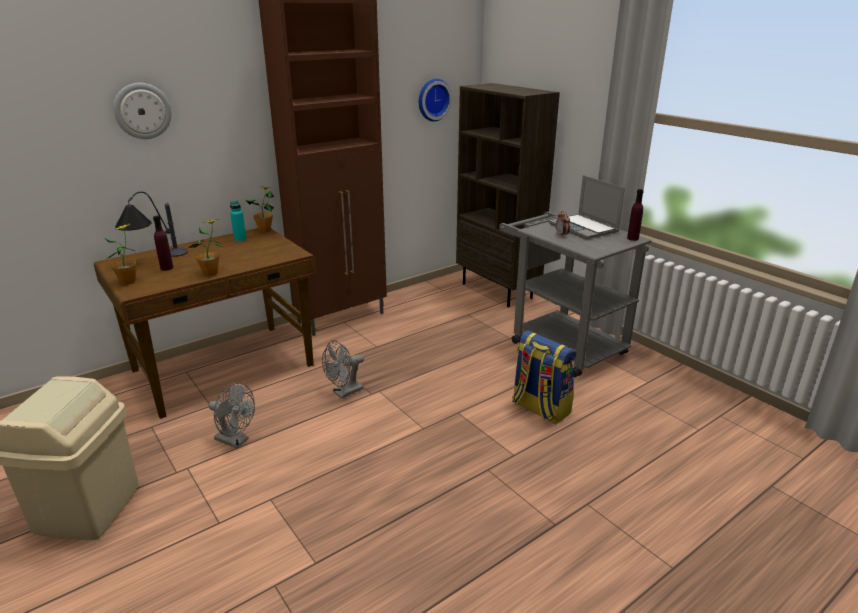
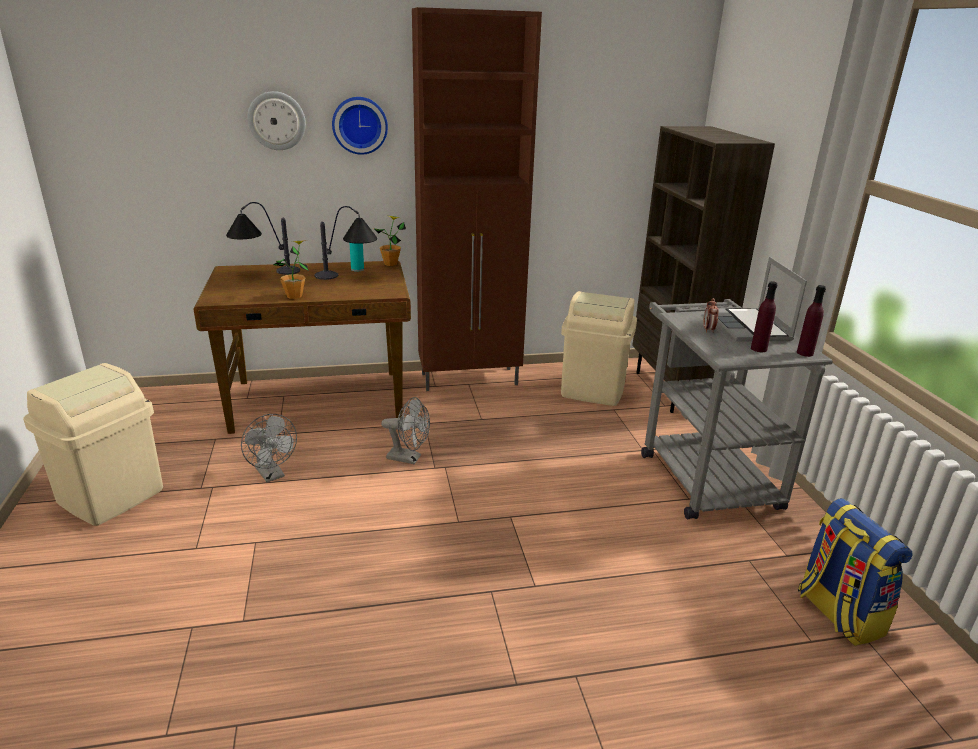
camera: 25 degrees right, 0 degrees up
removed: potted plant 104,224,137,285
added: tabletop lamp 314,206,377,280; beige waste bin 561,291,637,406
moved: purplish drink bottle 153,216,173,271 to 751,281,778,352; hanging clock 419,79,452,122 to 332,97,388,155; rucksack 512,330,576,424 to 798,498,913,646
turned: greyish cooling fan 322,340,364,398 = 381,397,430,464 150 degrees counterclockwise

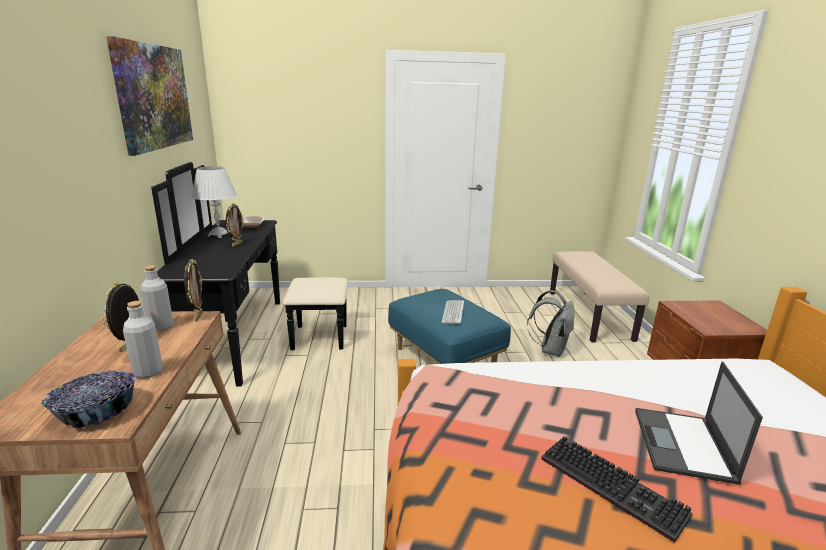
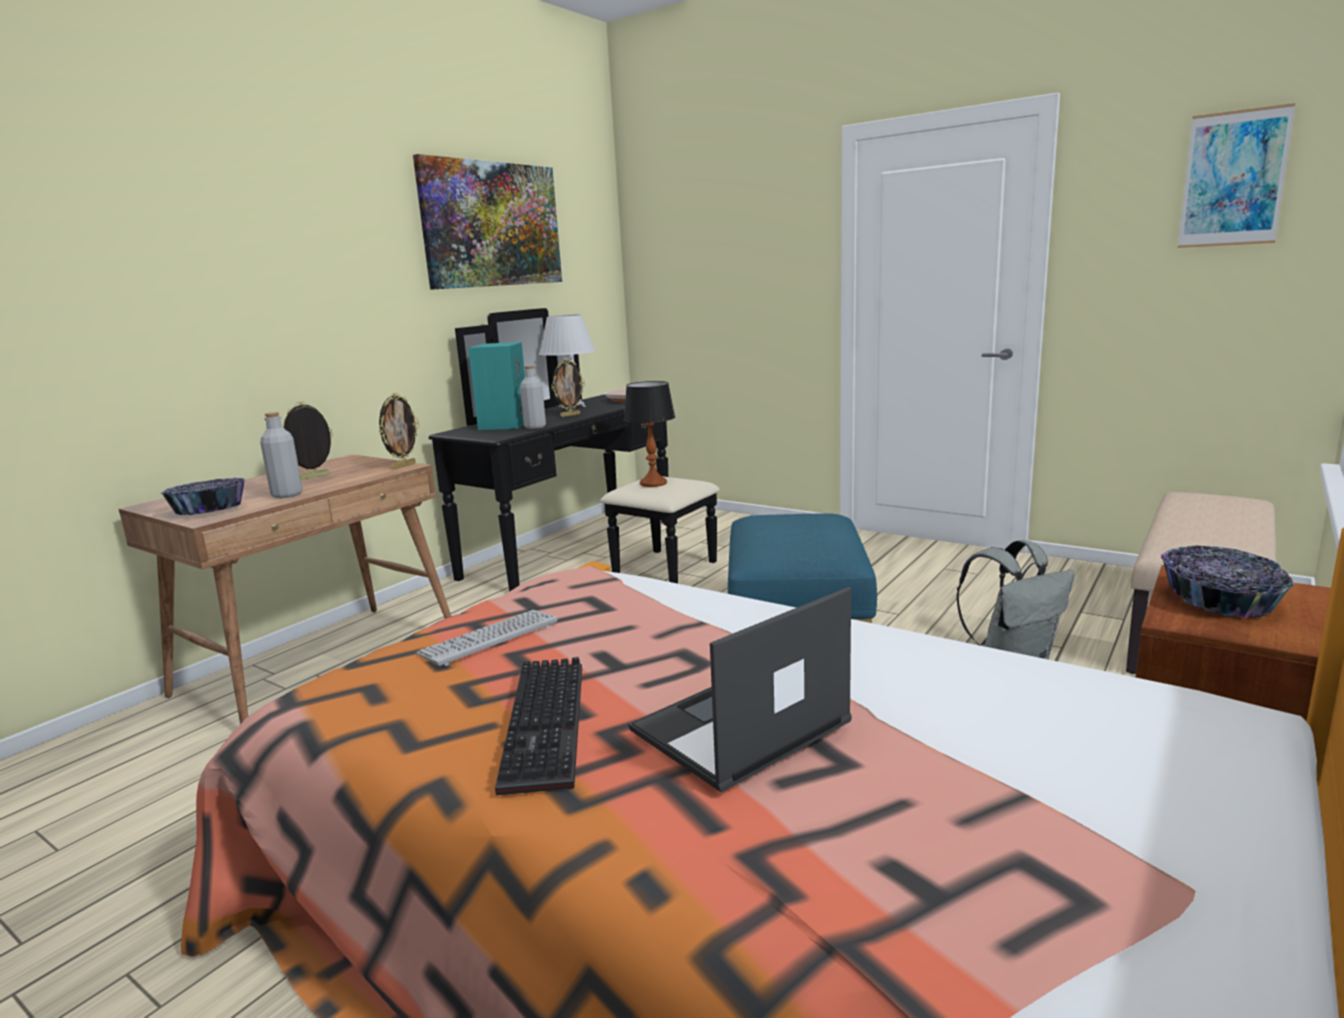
camera: 40 degrees right, 5 degrees down
added: blue-green speaker 468,342,525,430; tabletop lamp 624,381,675,487; deep dish 1161,546,1294,618; wall picture 1178,103,1295,248
moved: greyish drink bottle 140,265,173,331 to 520,365,546,429; keyboard 442,300,464,324 to 416,610,558,666

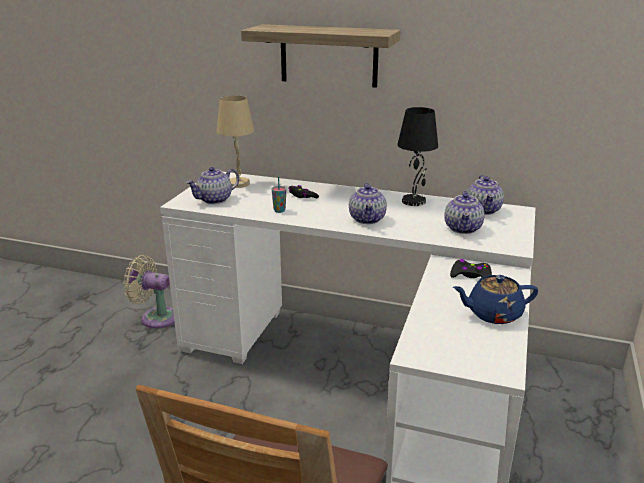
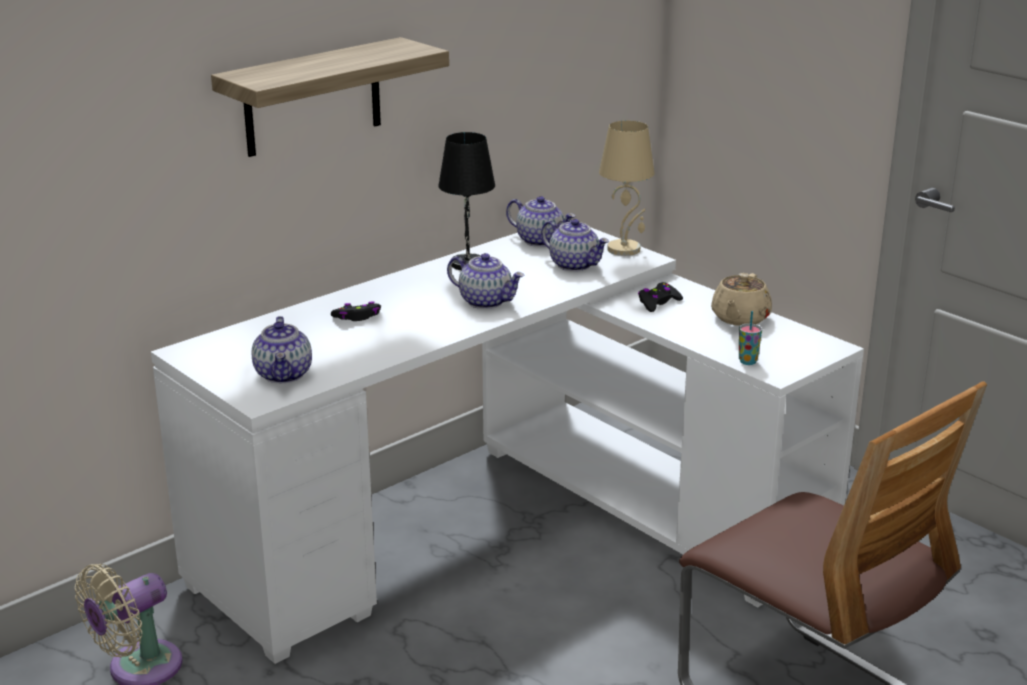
camera: 60 degrees left, 0 degrees up
moved: beige tabletop lamp 216,95,254,188 to 599,120,655,256; small cup 272,177,286,213 to 739,311,762,365
recoloured: bluish pot for tea 452,275,538,324 to beige pot for tea 711,273,772,326

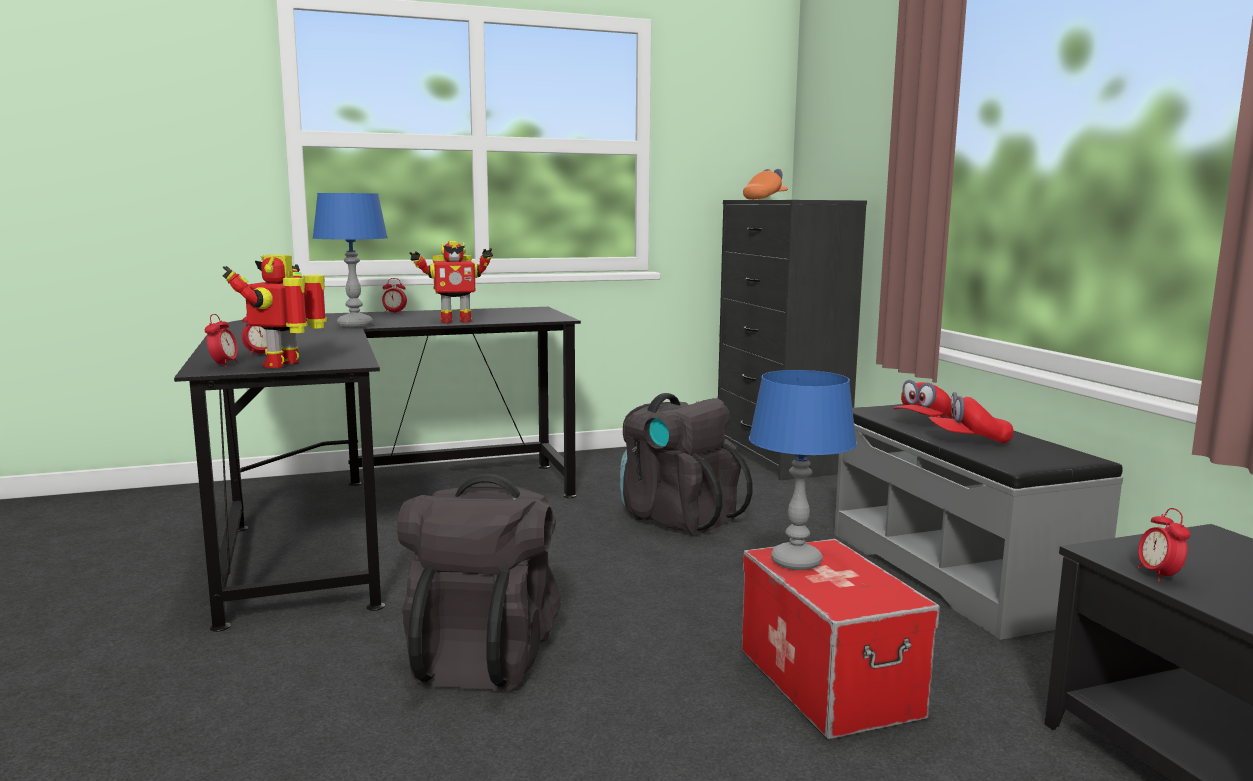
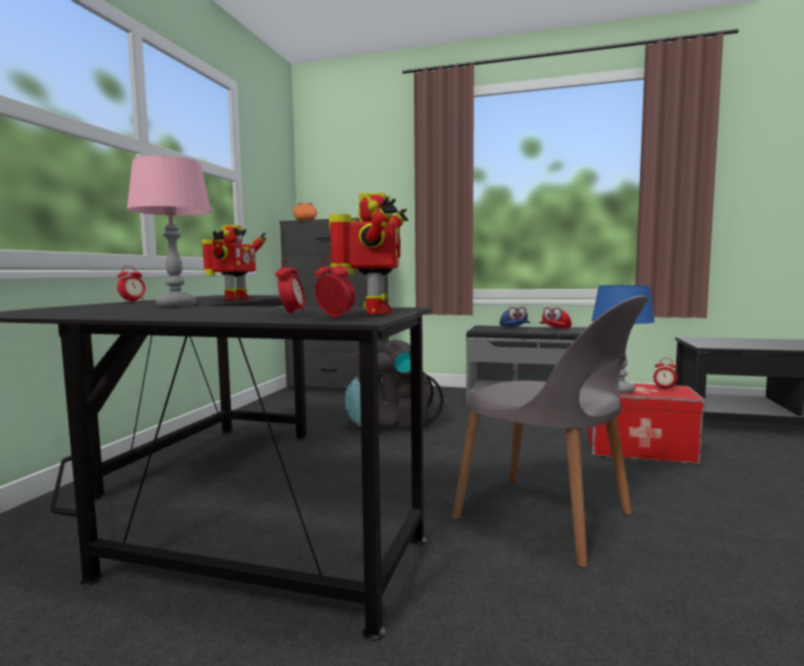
camera: 55 degrees left, 5 degrees down
moved: bedside clock 1137,508,1190,582 to 653,358,678,391
replaced: black-coloured rucksack 397,474,561,691 to greyish plain chair 452,296,648,567
recoloured: bluish tabletop lamp 312,193,388,327 to pinkish tabletop lamp 127,156,212,307; red-coloured baseball cap 893,380,952,419 to bluish baseball cap 499,307,530,328
turned: model robot 223,255,327,368 = 329,193,408,315 135 degrees counterclockwise

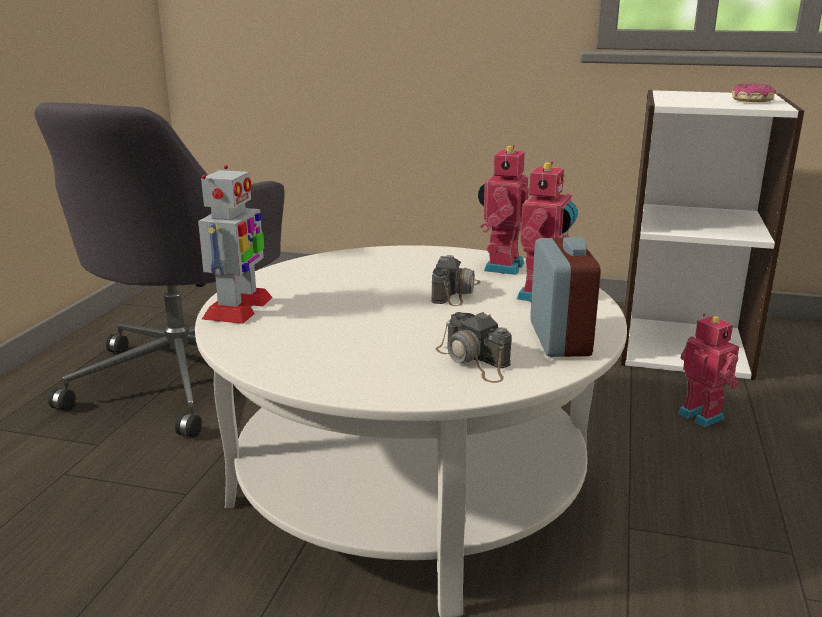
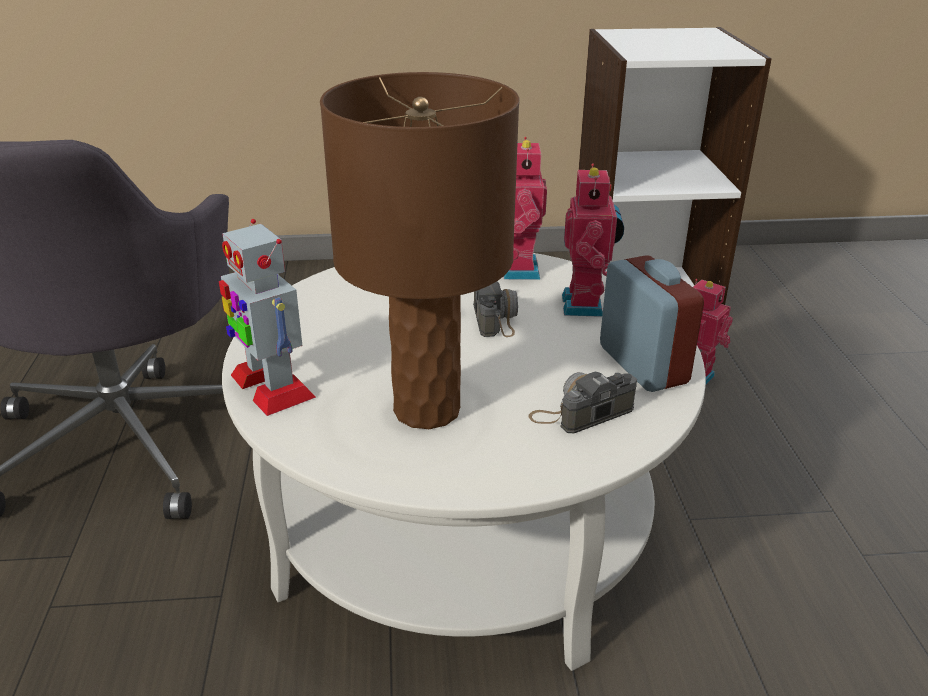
camera: 20 degrees left, 10 degrees up
removed: donut 732,84,776,102
added: brown tabletop lamp 320,72,520,429
turned: model robot 198,165,273,324 = 219,219,316,416 150 degrees clockwise; photo camera 435,312,512,383 = 528,372,637,433 120 degrees clockwise

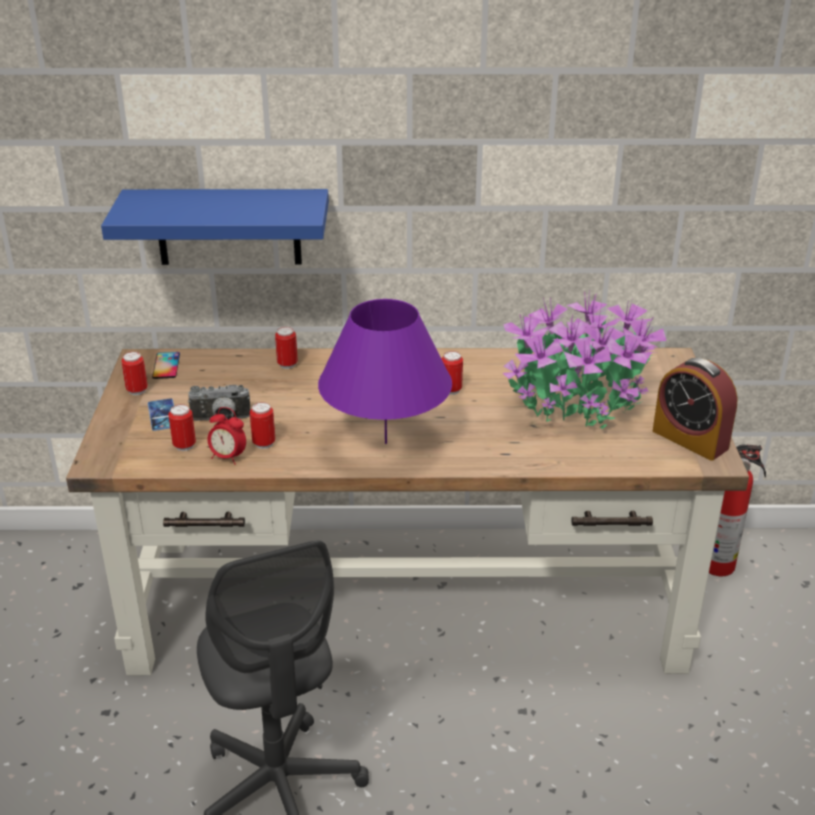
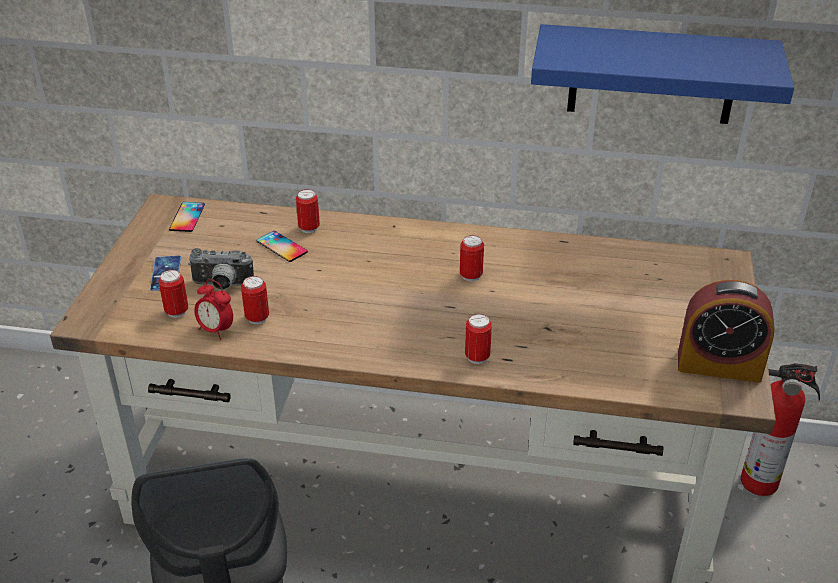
camera: 10 degrees right, 5 degrees up
removed: purplish tabletop lamp 318,299,452,444; potted plant 503,288,666,429
added: handset 256,231,308,262
moved: bluish shelf 101,189,329,265 to 531,24,794,124; metal can 121,352,148,395 to 465,314,492,364
turned: bedside clock 653,358,738,461 = 678,280,775,383 45 degrees counterclockwise

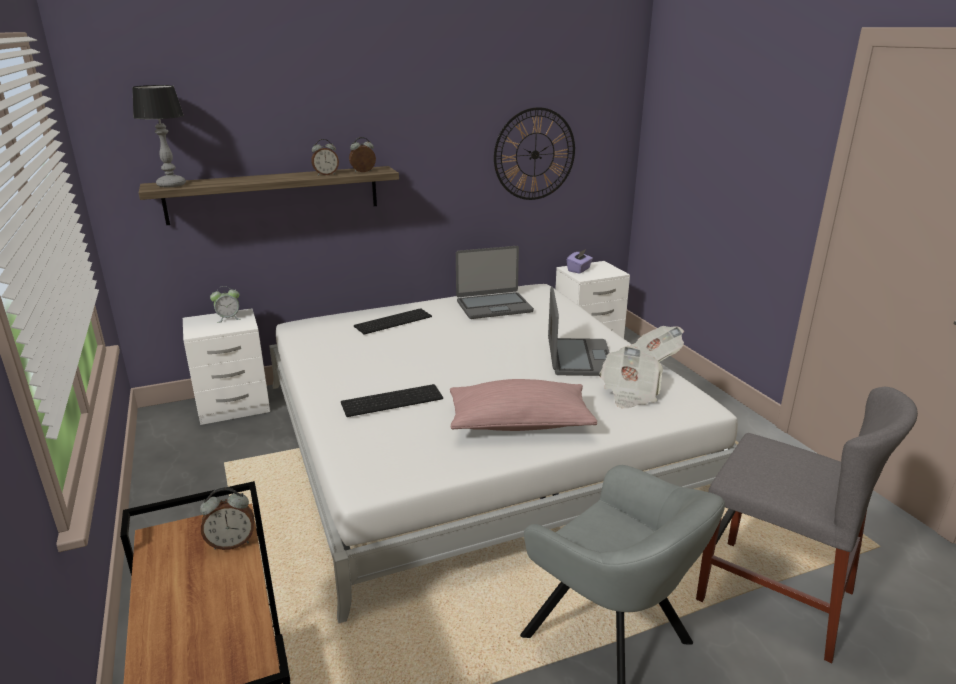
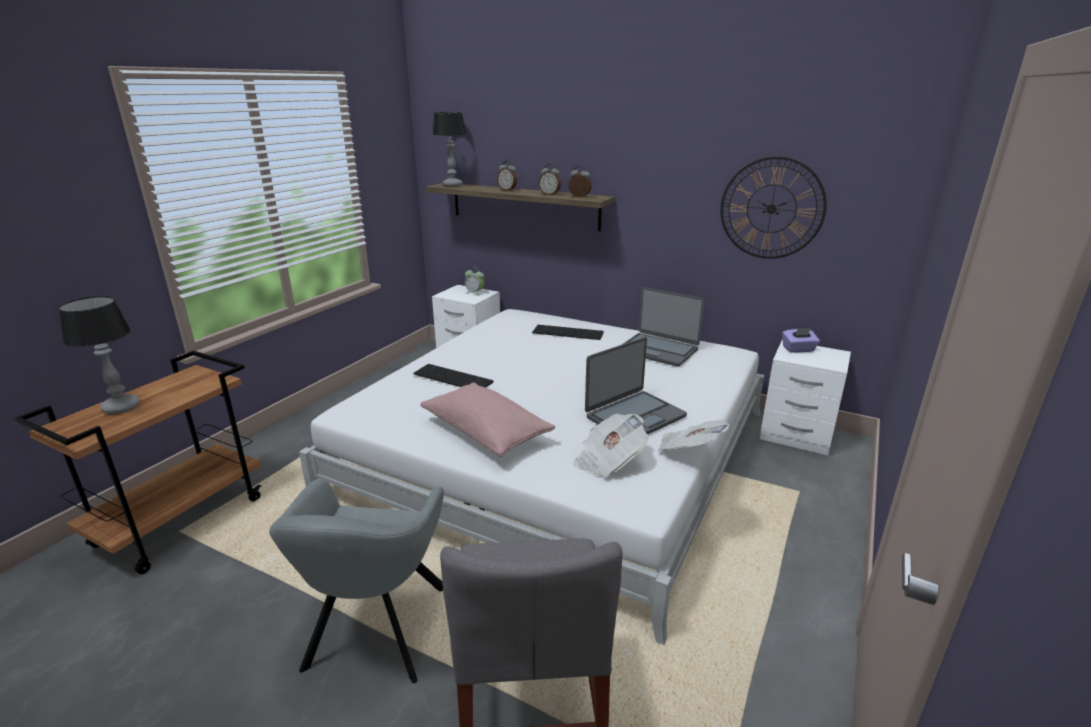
camera: 50 degrees right, 0 degrees up
added: tabletop lamp 58,296,140,414
moved: bedside clock 200,487,254,550 to 497,161,517,191

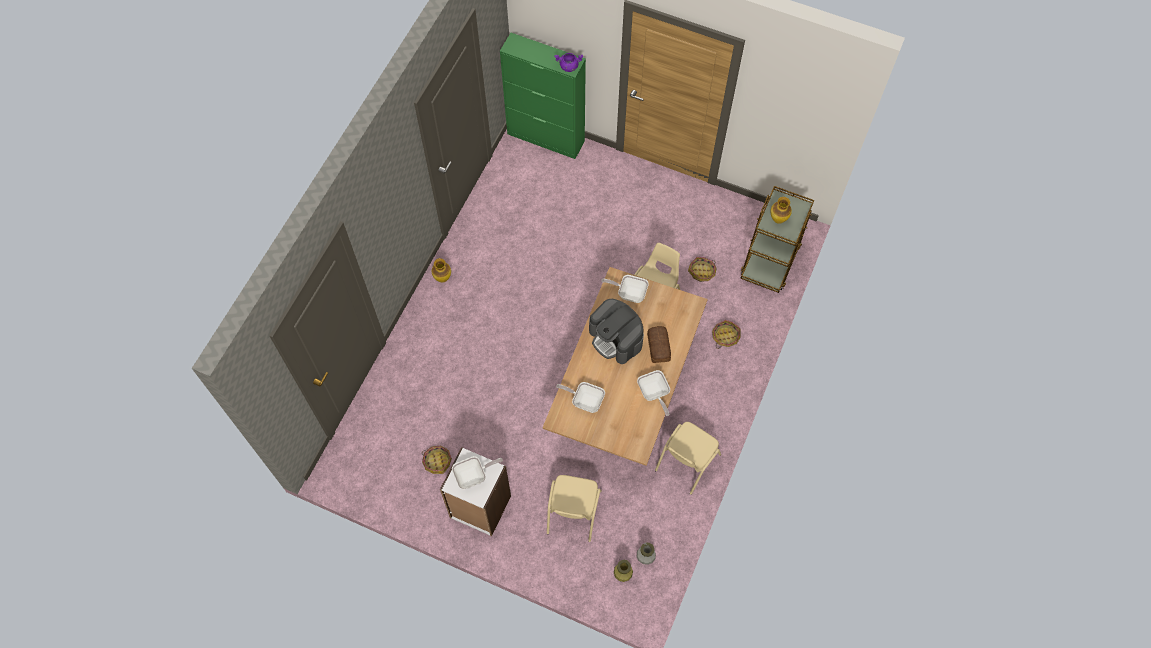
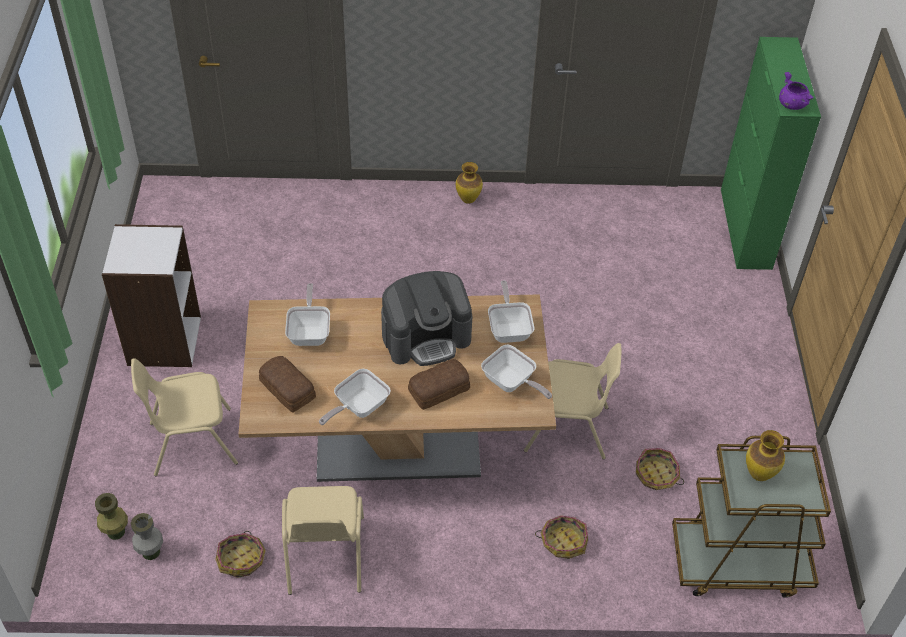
camera: 65 degrees right, 15 degrees down
added: bread 259,356,316,413
moved: basket 422,446,452,474 to 215,531,266,578; pan 452,456,503,489 to 481,345,552,399
turned: coffee brewer 589,299,644,364 = 381,271,472,366 135 degrees counterclockwise; beige plain chair 655,422,721,495 = 282,486,364,595 105 degrees counterclockwise

